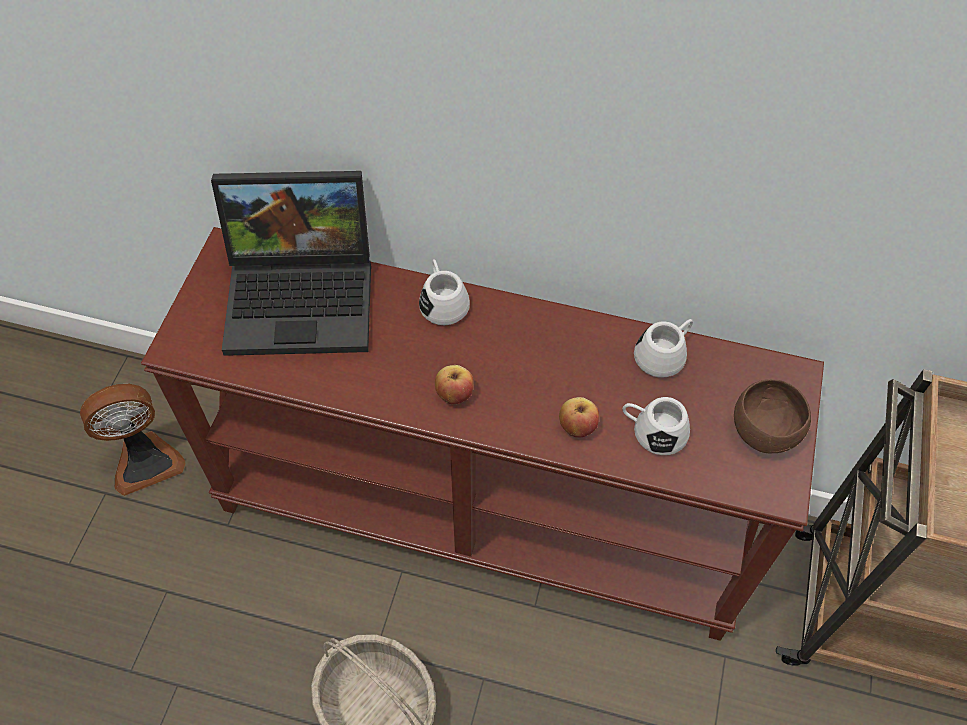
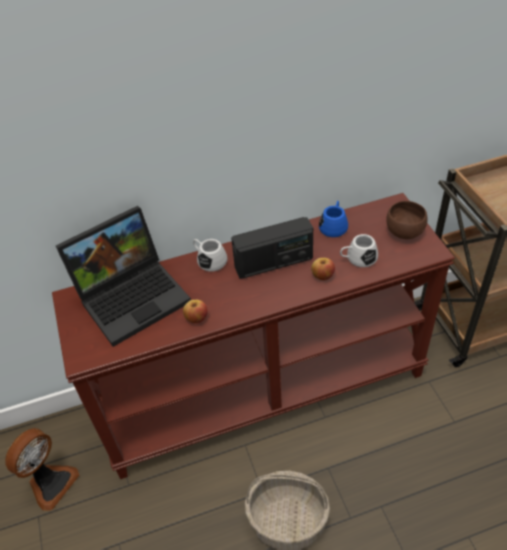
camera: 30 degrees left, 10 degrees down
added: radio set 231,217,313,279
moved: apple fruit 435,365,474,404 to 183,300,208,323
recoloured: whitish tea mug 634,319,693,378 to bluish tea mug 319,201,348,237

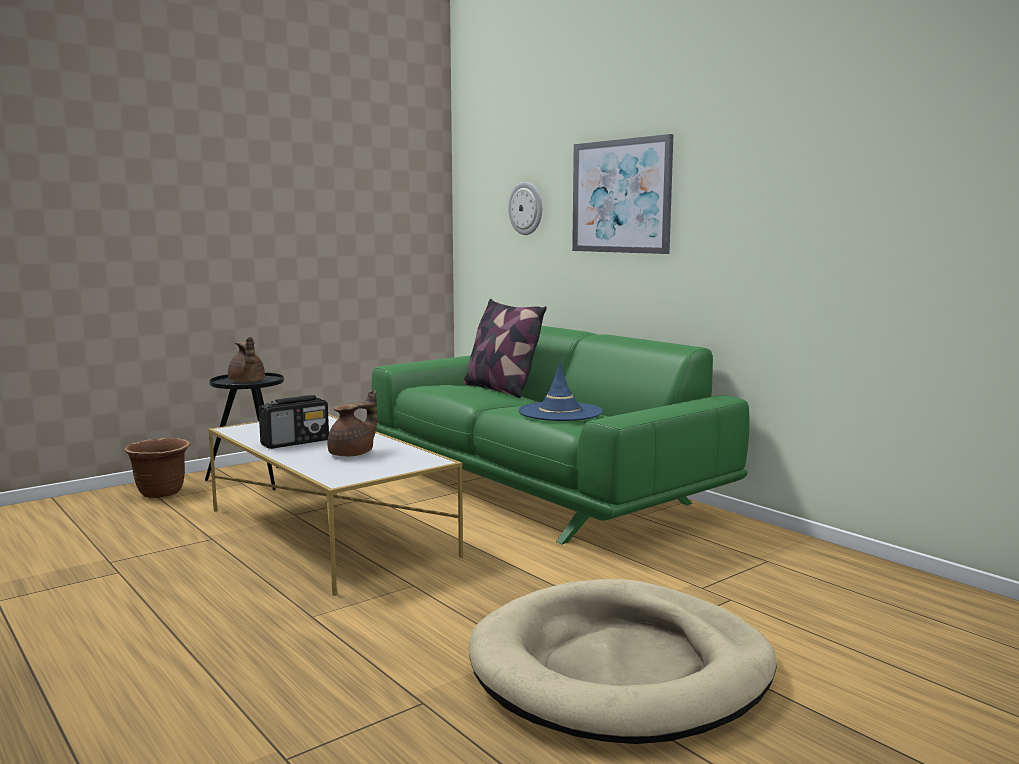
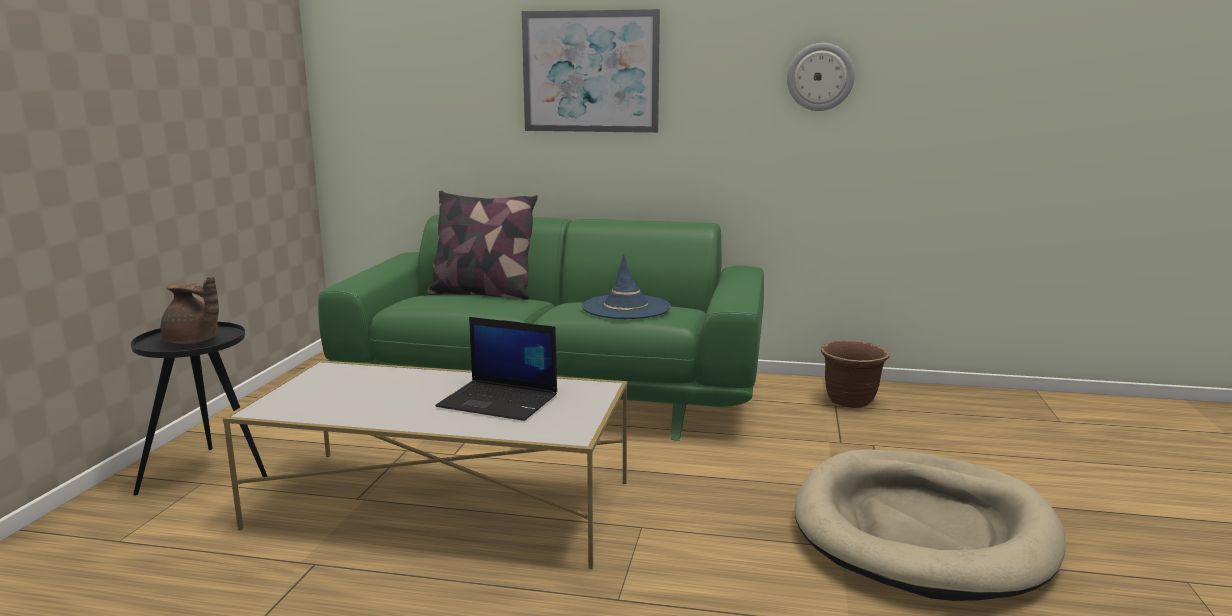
camera: 40 degrees left, 5 degrees up
removed: radio set 259,395,329,449
moved: brown flower pot 124,438,190,498 to 821,340,890,408; hanging clock 508,182,542,235 to 787,43,855,111
replaced: brown pot for tea 327,390,377,456 to notebook computer 435,317,557,421

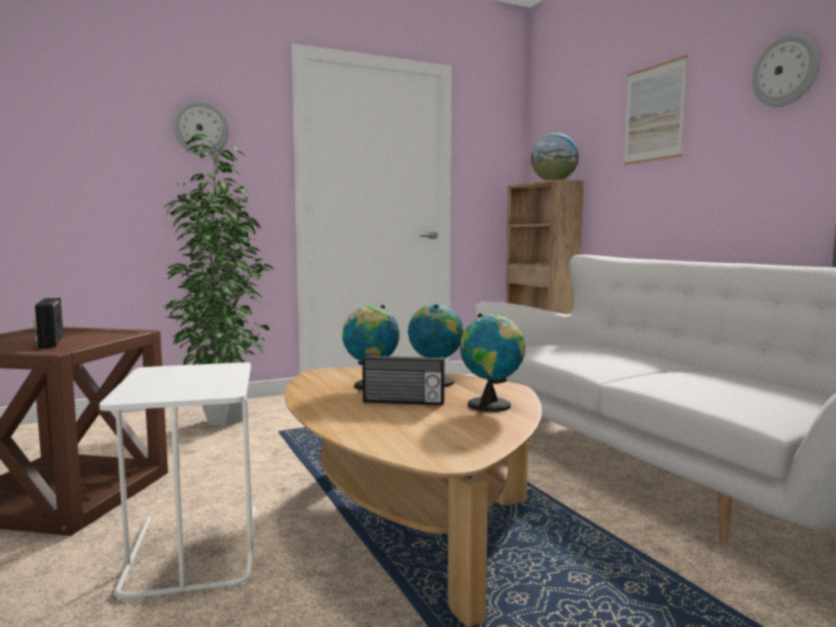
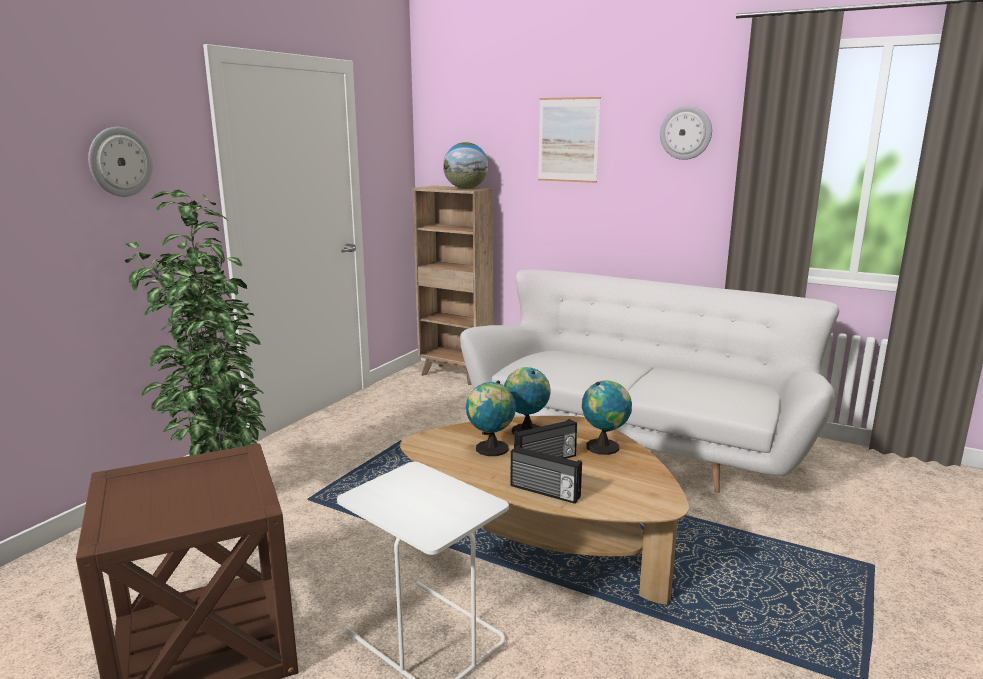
camera: 35 degrees left, 10 degrees up
moved: radio set 33,298,63,349 to 510,446,582,504

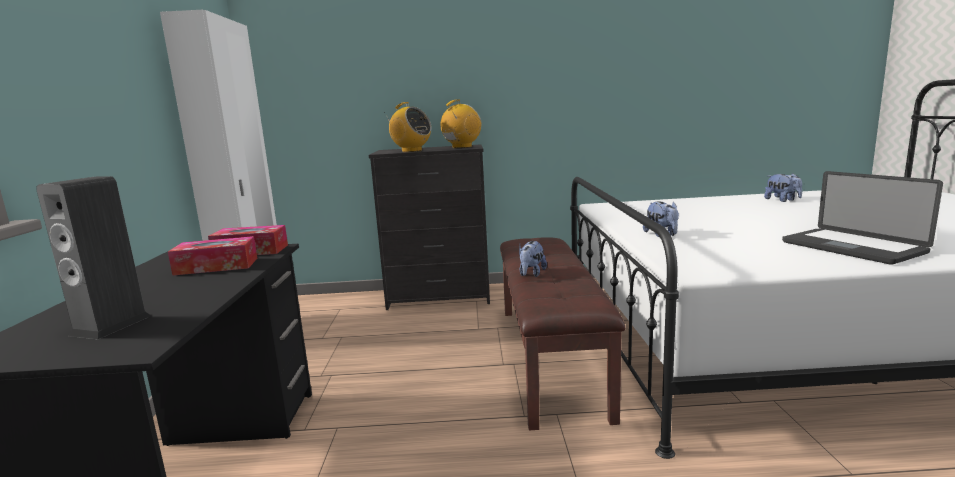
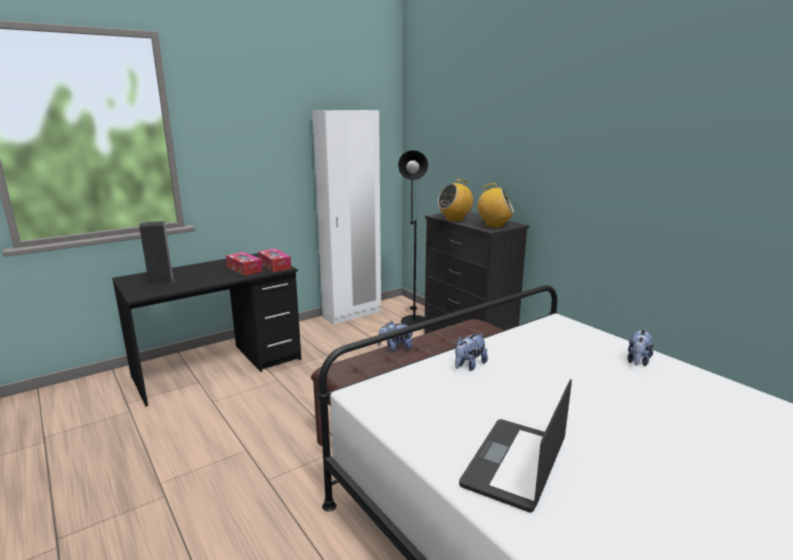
camera: 55 degrees right, 5 degrees up
added: black-coloured floor lamp 398,150,428,326
moved: plush toy 764,173,802,202 to 627,329,653,366
turned: radio set 384,102,431,152 = 438,179,473,222 60 degrees clockwise

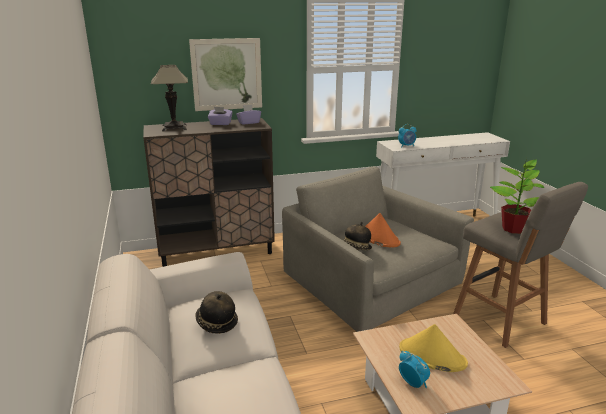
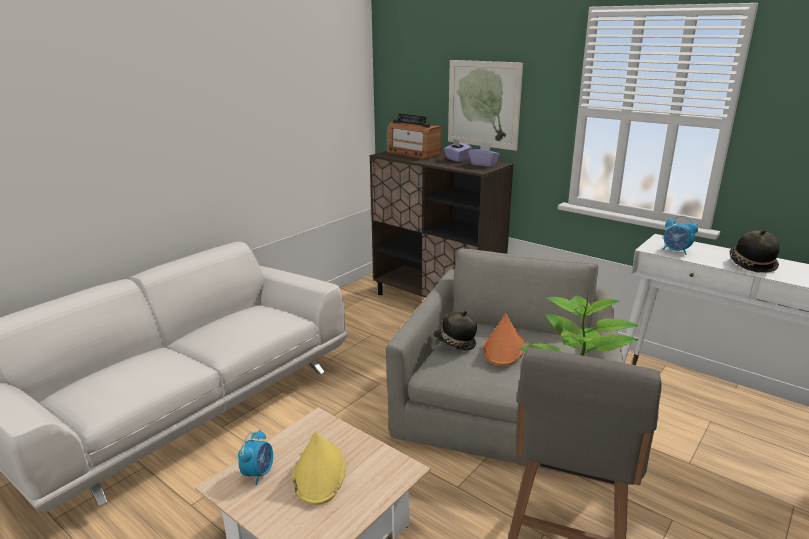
camera: 55 degrees right, 0 degrees up
moved: clothing hat 195,291,238,334 to 730,230,780,273
replaced: tabletop lamp 151,65,188,131 to radio set 387,113,442,159

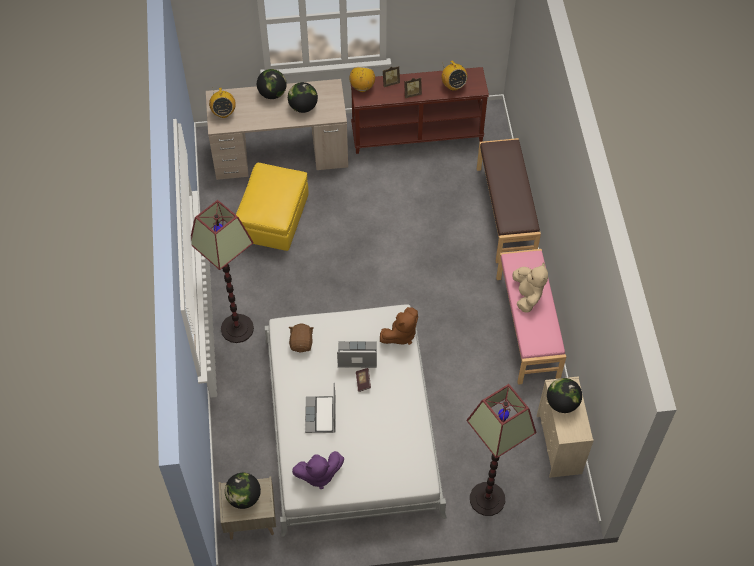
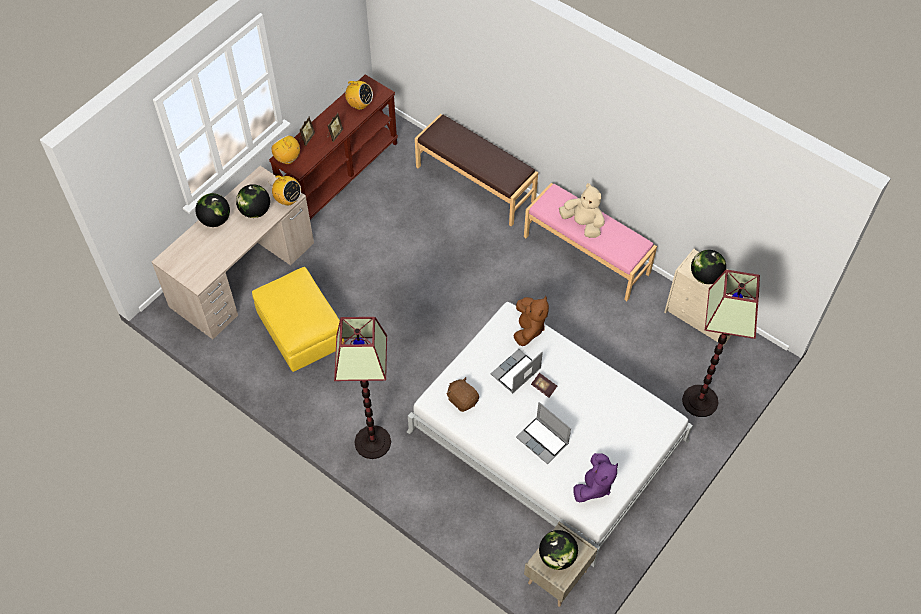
camera: 45 degrees left, 0 degrees up
moved: radio set 209,88,236,118 to 271,175,301,206

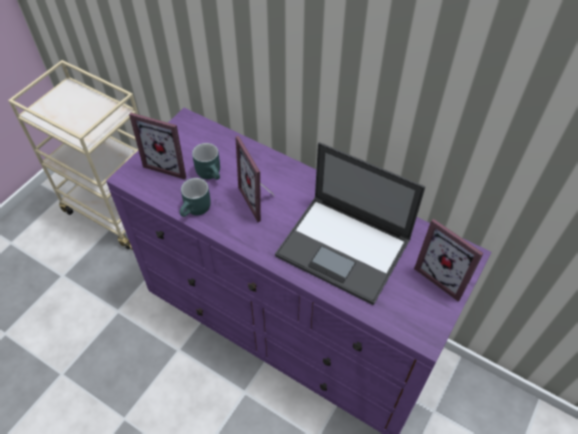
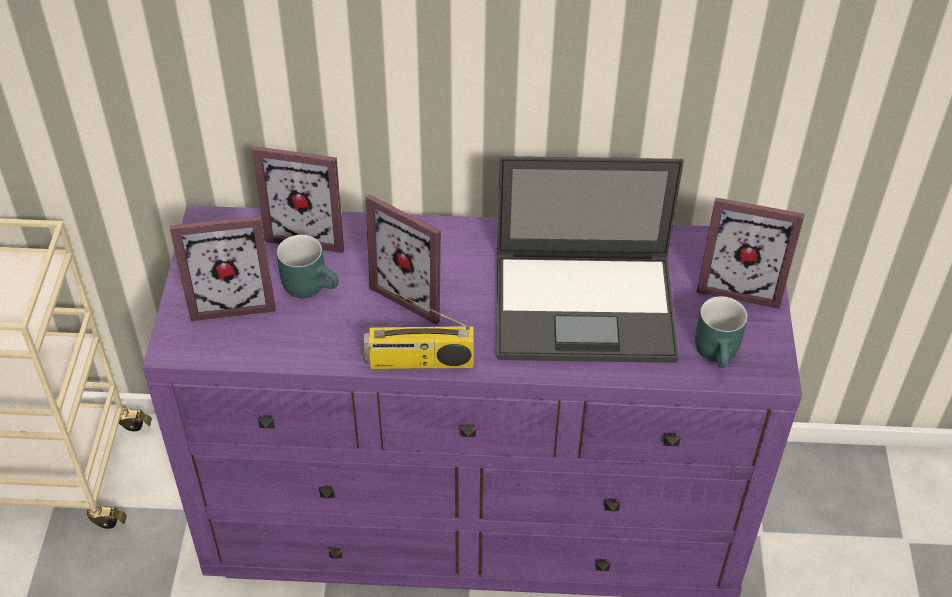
camera: 30 degrees left, 5 degrees down
added: picture frame 252,146,344,253; radio set 364,286,474,369
moved: blue-green tea mug 180,178,211,217 to 695,296,748,368

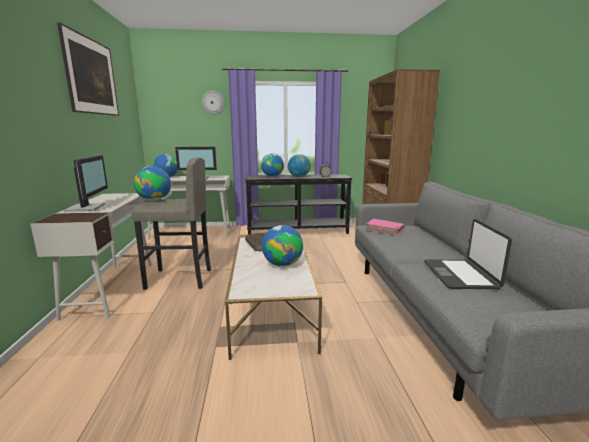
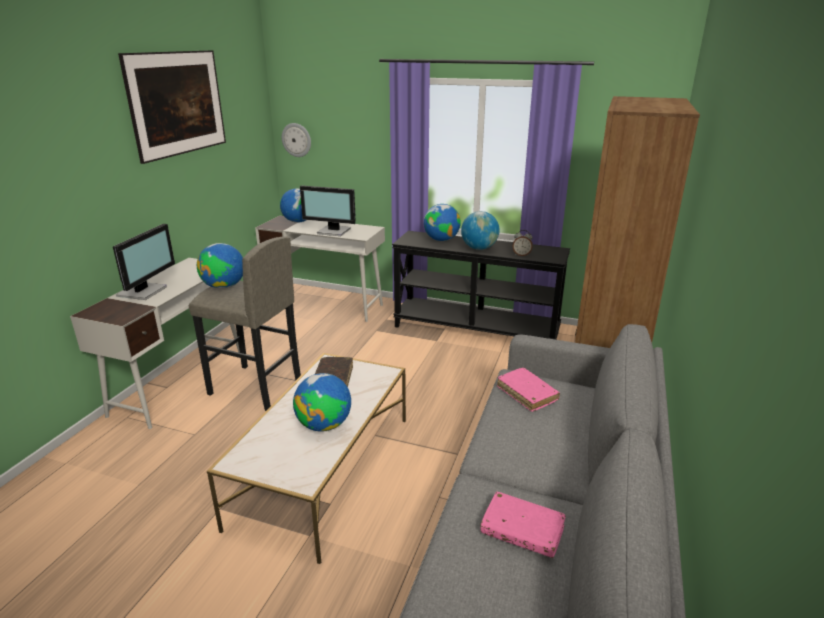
camera: 25 degrees right, 10 degrees up
moved: hanging clock 202,91,225,115 to 282,123,311,157
replaced: notebook computer 424,219,512,289 to pinkish volume 480,492,566,558

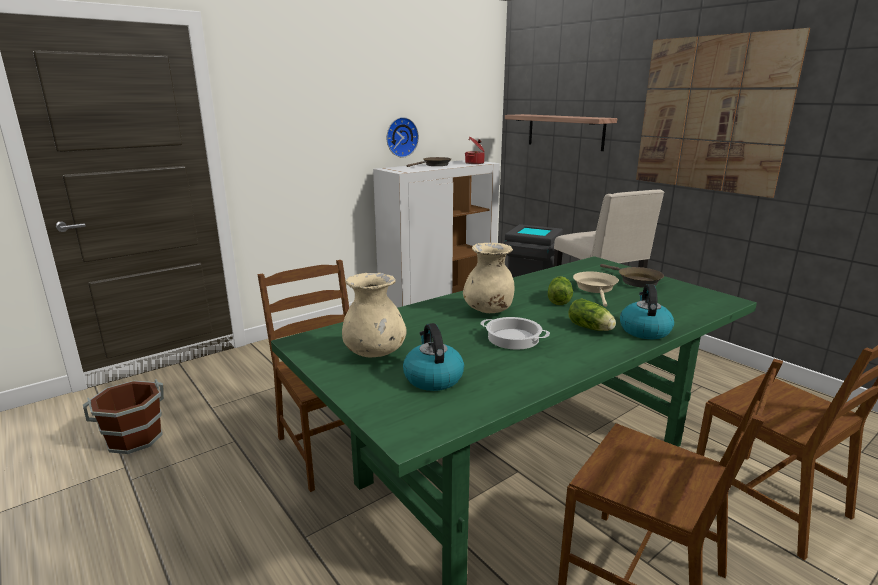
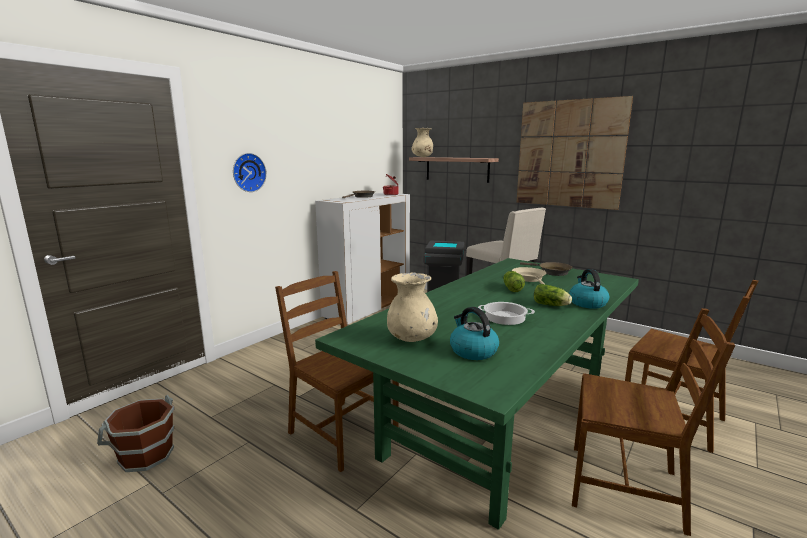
camera: 15 degrees left, 5 degrees down
moved: hanging clock 386,117,419,158 to 233,153,267,192; beige vase 463,242,514,313 to 411,128,433,157

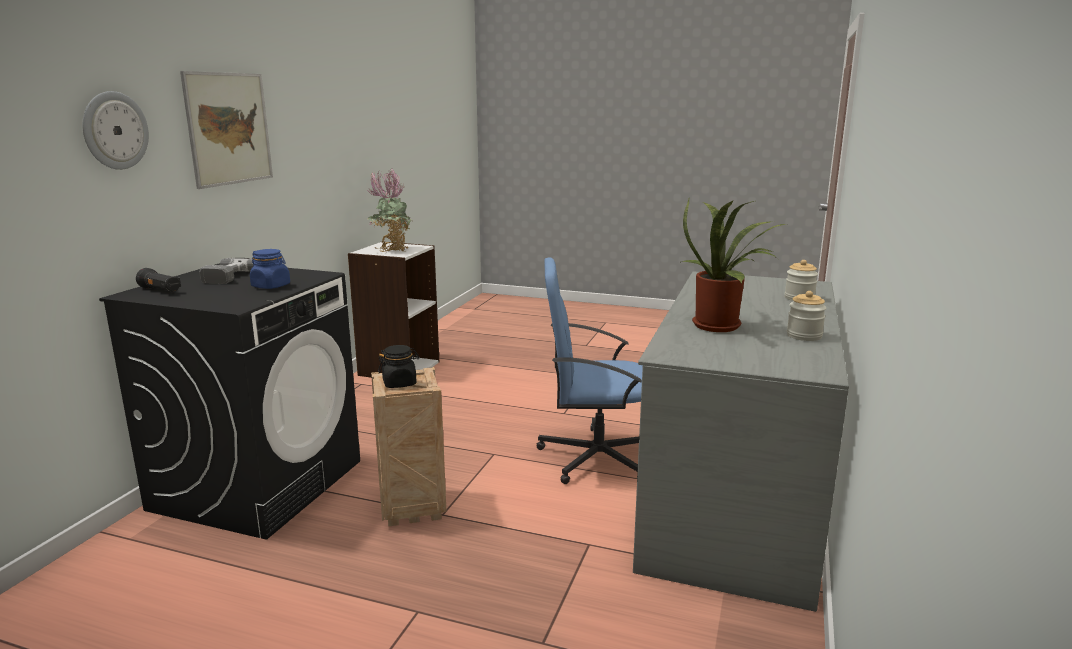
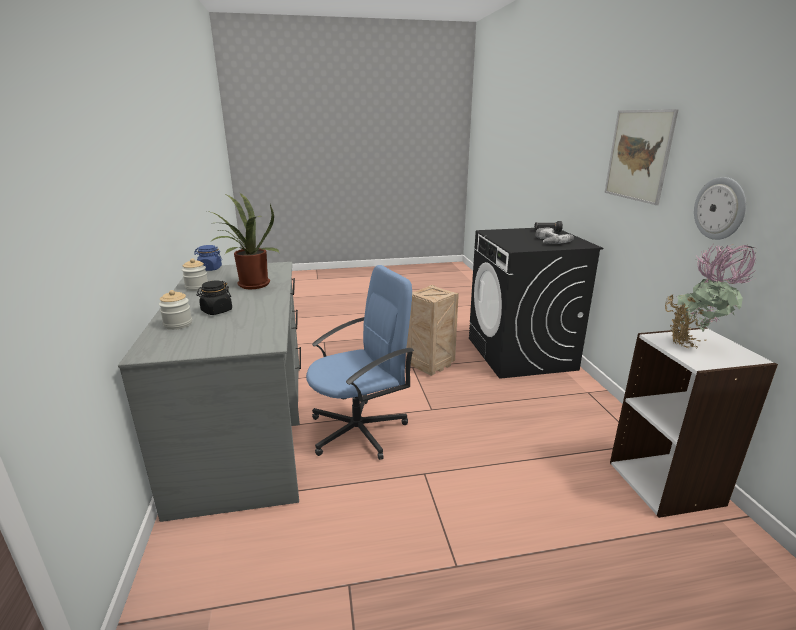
camera: 150 degrees right, 5 degrees up
moved: hanging clock 82,91,149,170 to 694,177,746,240; bluish jar 250,249,290,289 to 194,245,222,271; black-coloured jar 378,345,420,388 to 197,280,232,315

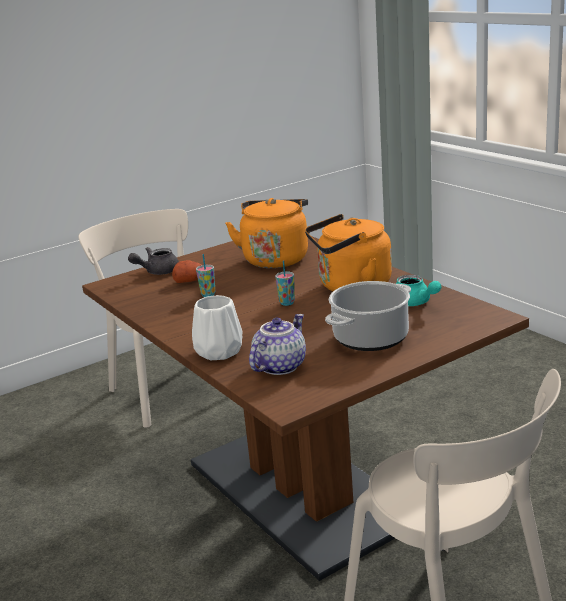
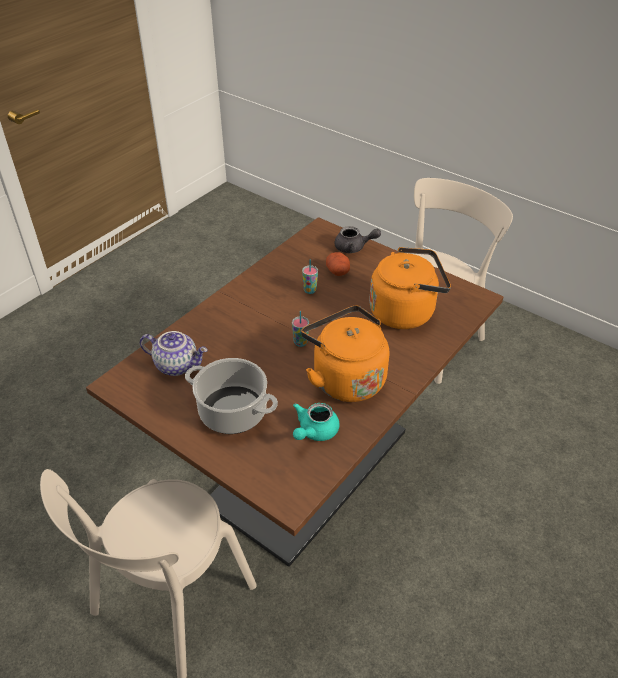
camera: 70 degrees right, 20 degrees up
removed: whitish vase 192,295,243,360
turned: greyish pot for tea 128,247,179,275 = 335,226,381,253 150 degrees clockwise

